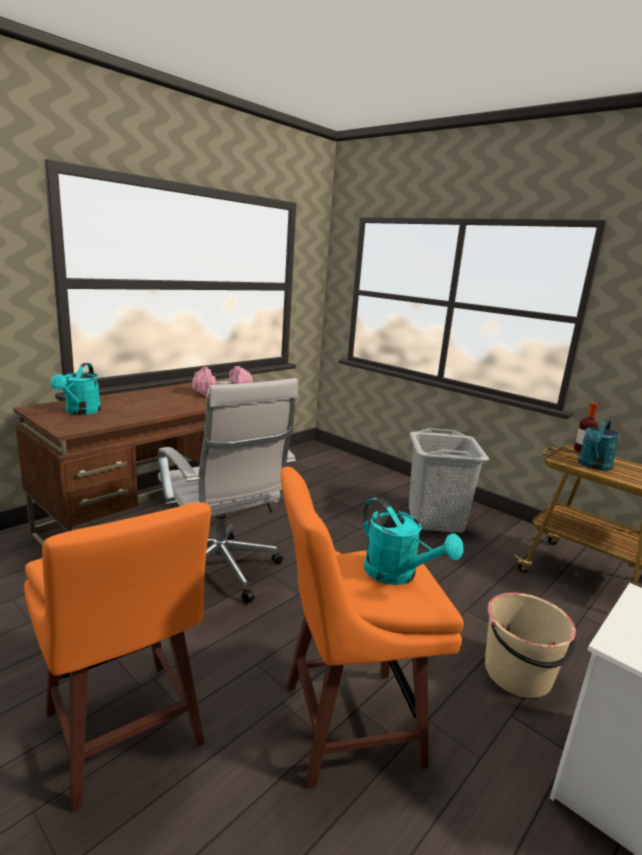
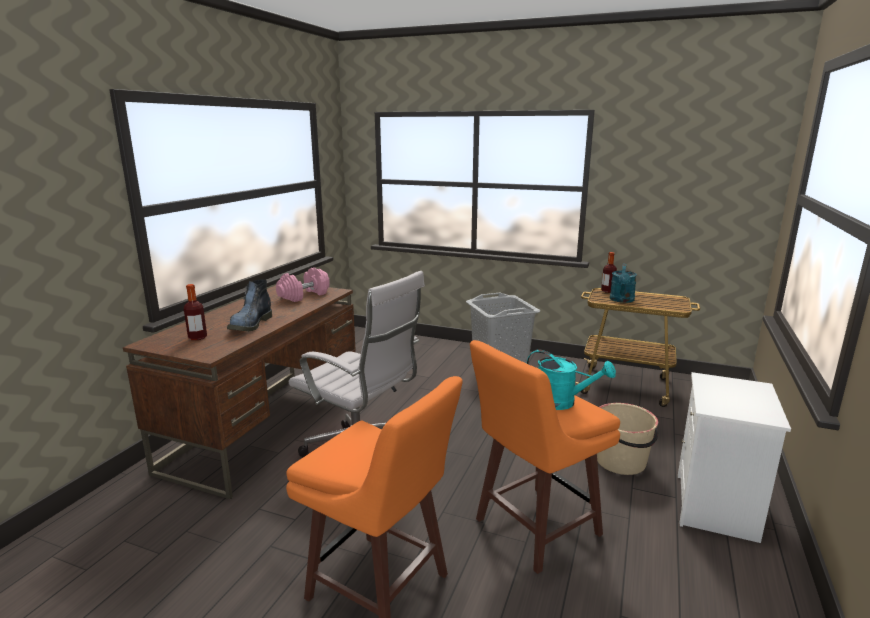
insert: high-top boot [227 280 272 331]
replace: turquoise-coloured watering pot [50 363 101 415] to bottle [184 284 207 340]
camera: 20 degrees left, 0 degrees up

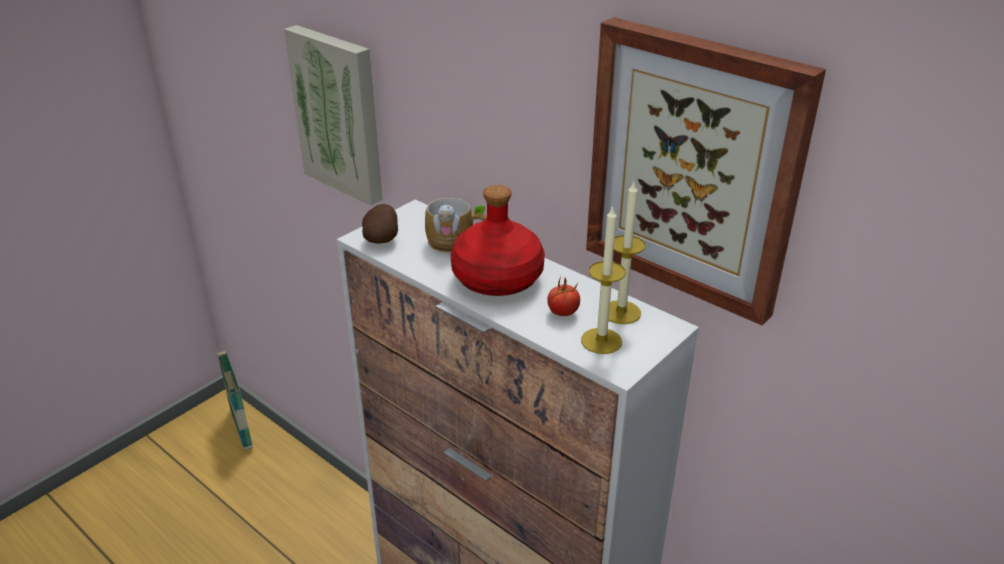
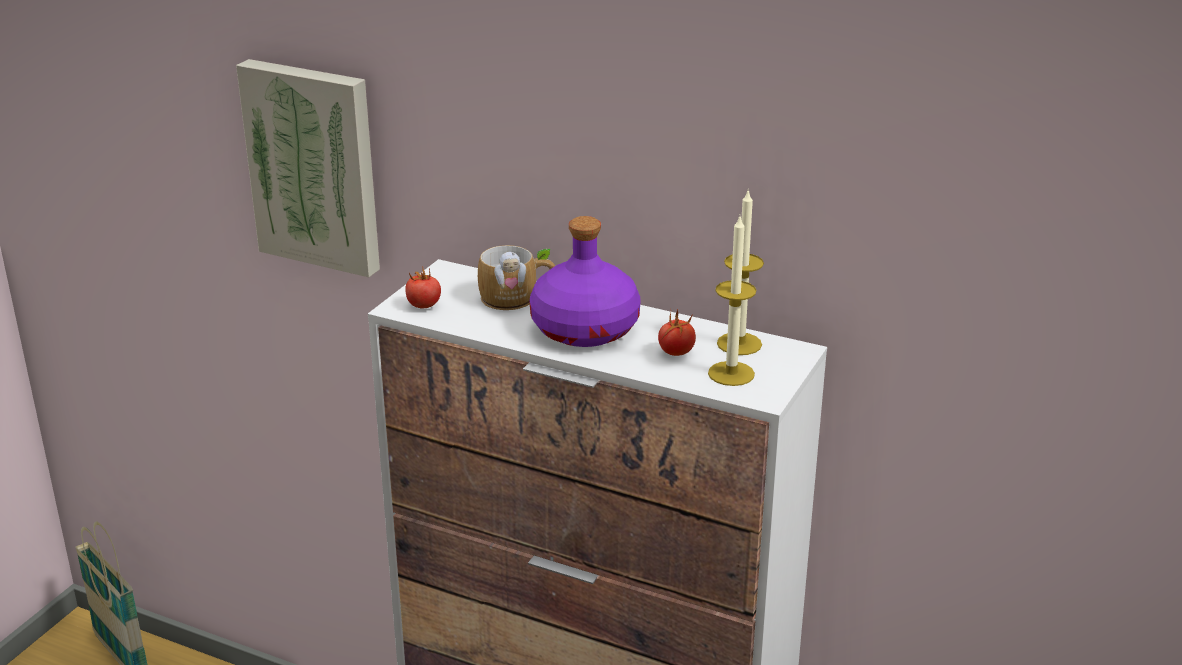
delete: picture [586 17 826 325]
replace: whole potato [362 204 398 244] to tomato [405 266 441 309]
recolor: red bottle [450 185 545 296] to purplish bottle [529 216 640 347]
camera: 15 degrees left, 5 degrees down

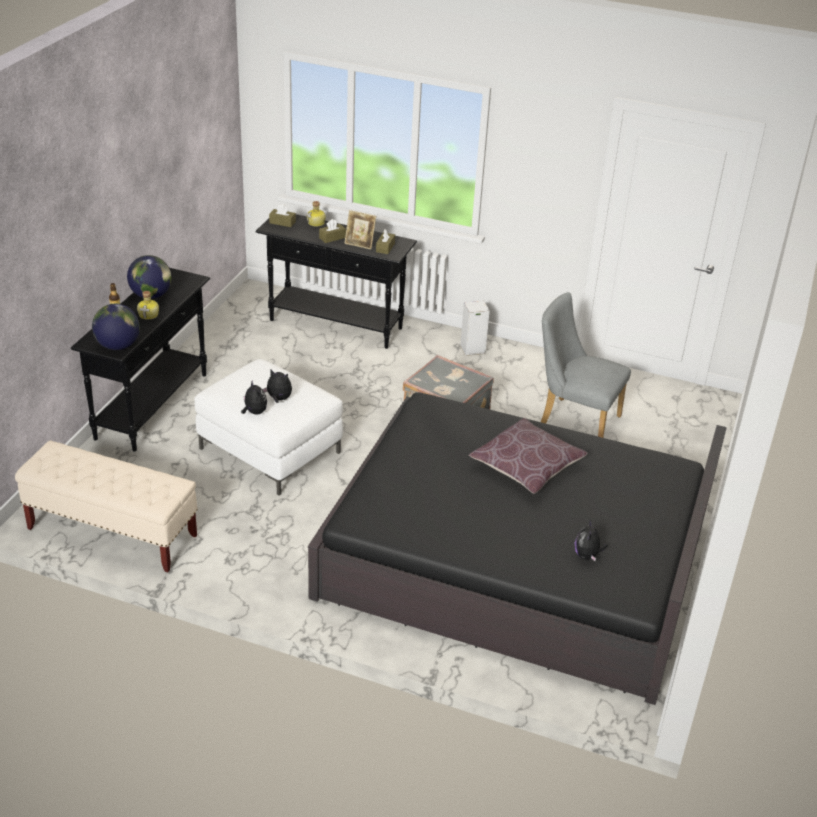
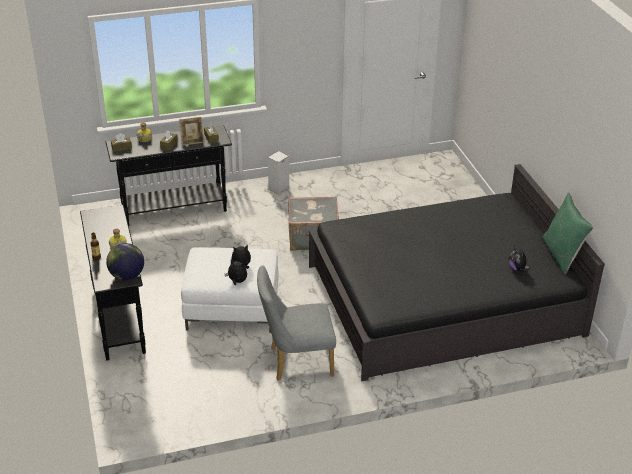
delete: world globe [127 255 172 299]; brown cushion [469 418 588 494]; sand-coloured bench [15 440 198 572]
insert: greenish cushion [543 193 593 274]
move: gray chair [541 292 631 438] to [257 265 336 381]
camera: 35 degrees left, 0 degrees up

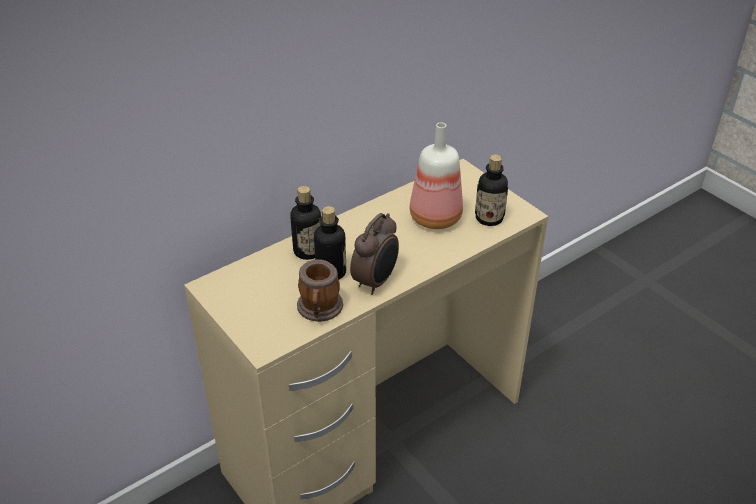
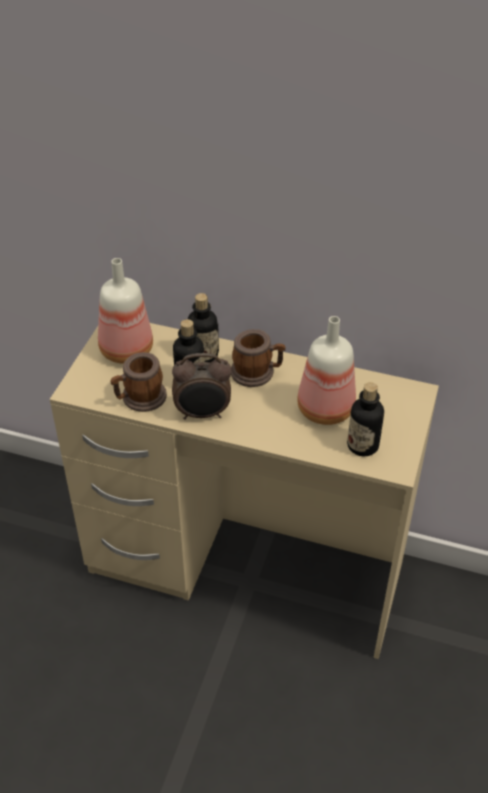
insert: bottle [98 258 153 364]; coffee mug [231 329 285 387]
camera: 55 degrees right, 5 degrees up

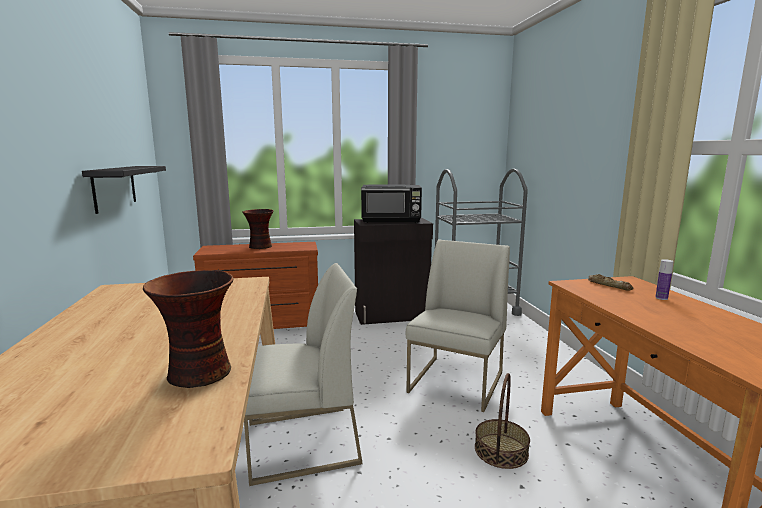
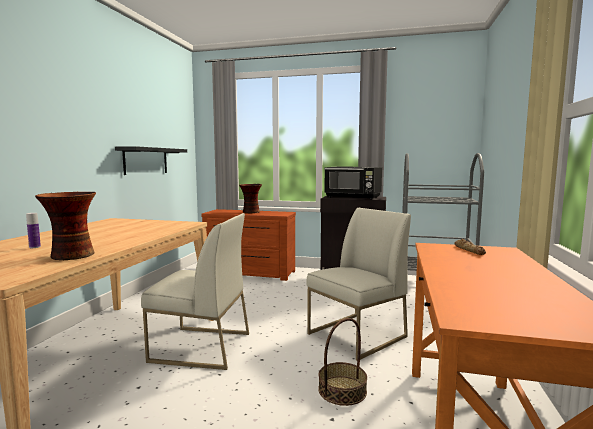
move: bottle [655 259 673 300] to [26 213 41 248]
camera: 25 degrees right, 5 degrees down

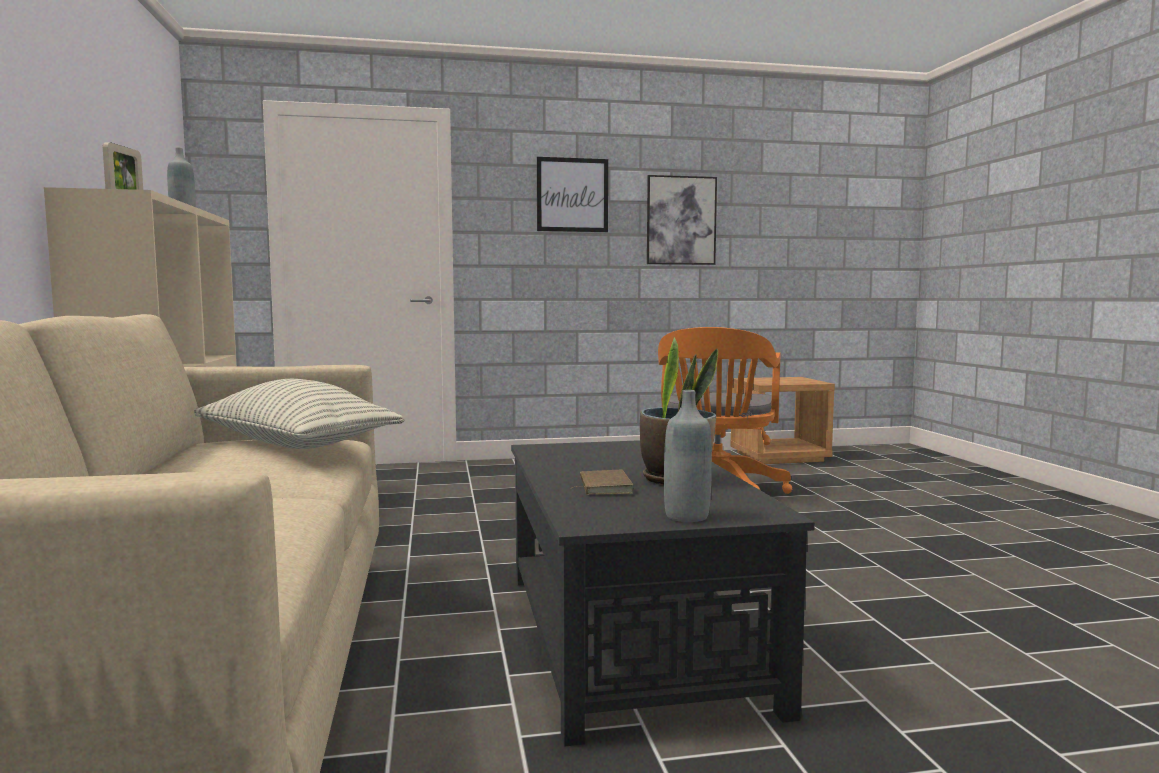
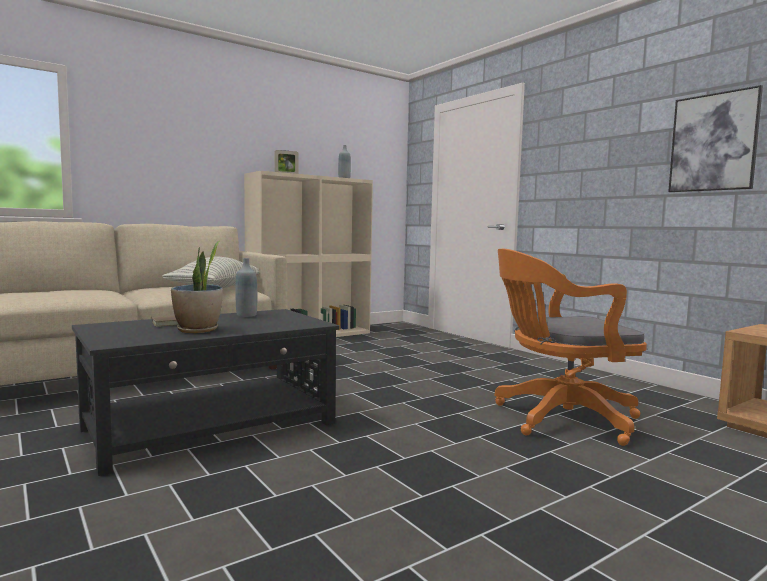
delete: picture [537 157 608 232]
move: gray bottle [664 390 712 522] to [235 258 257 317]
camera: 65 degrees right, 0 degrees up

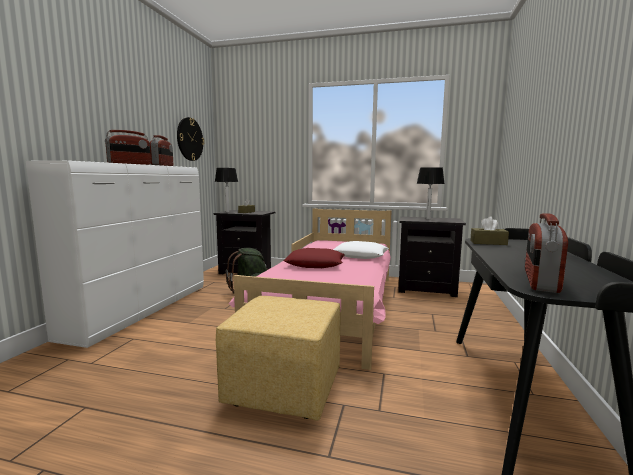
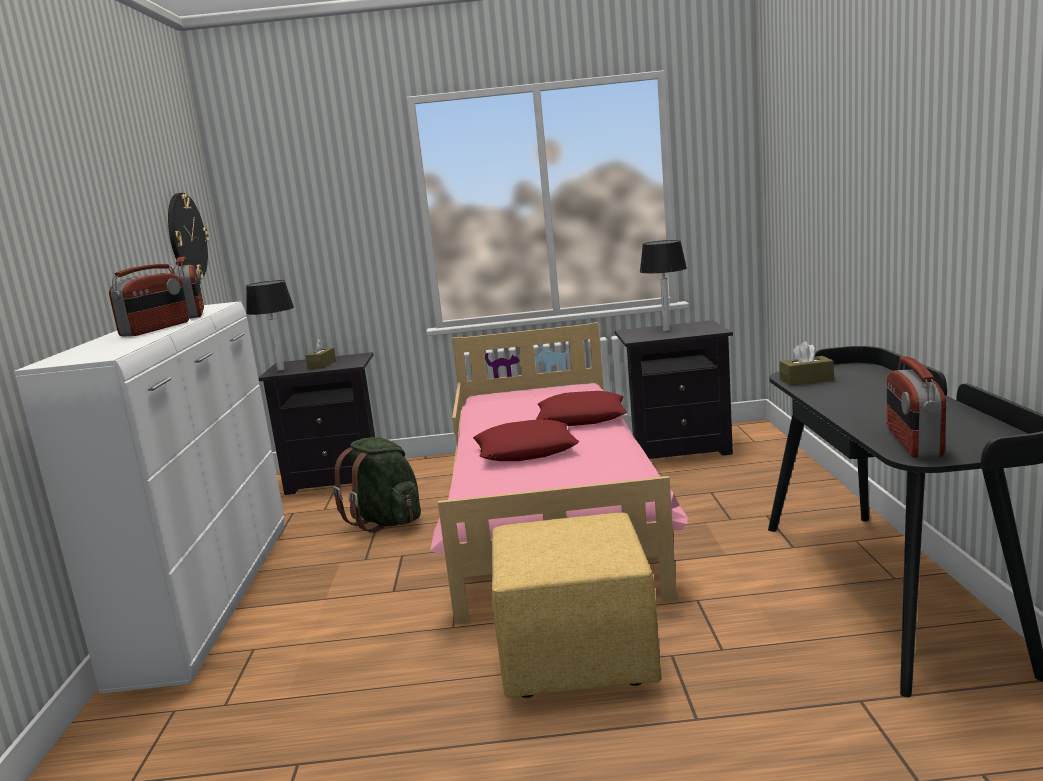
recolor: white-coloured cushion [333 241 389 259] to red cushion [536 391 627 426]
camera: 15 degrees left, 5 degrees up

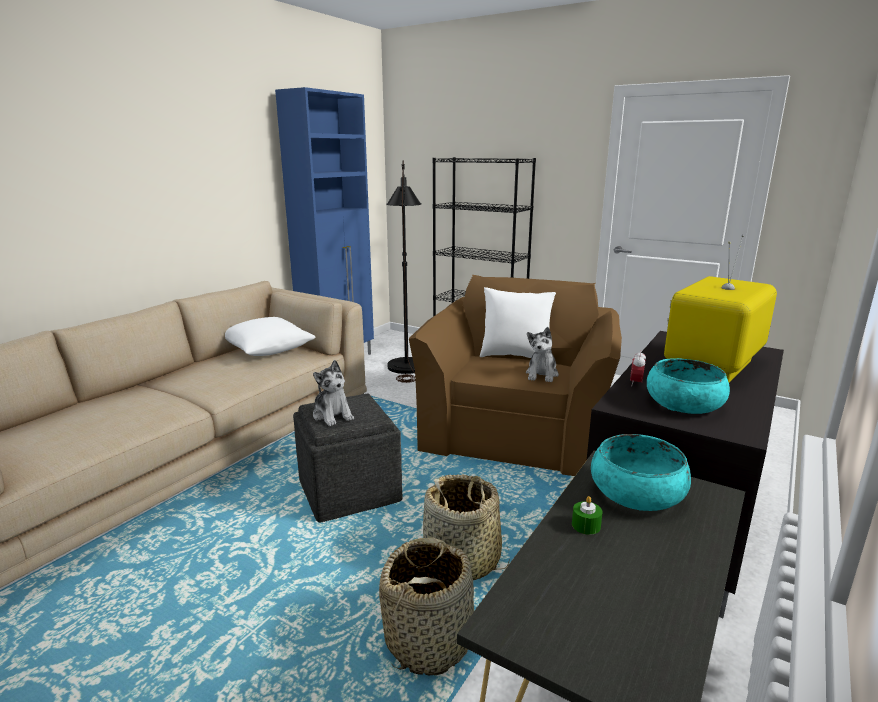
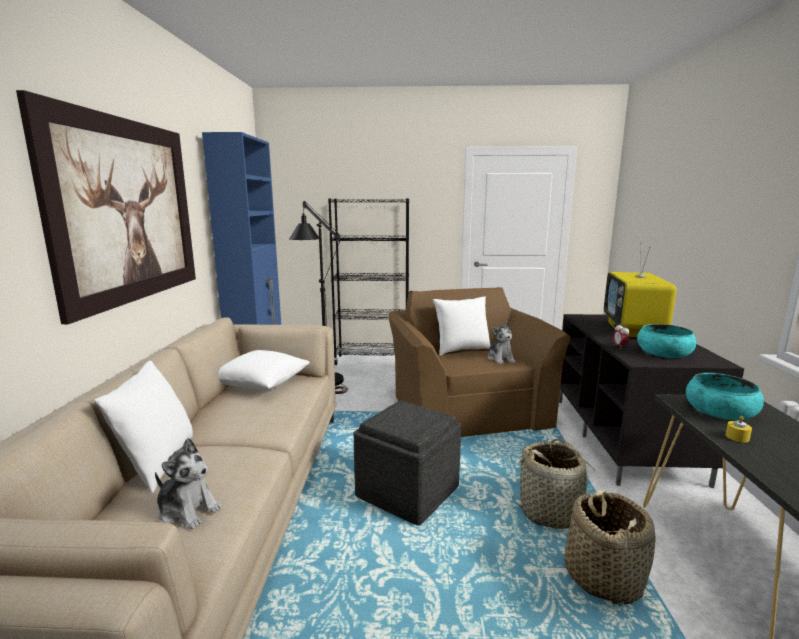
insert: picture [16 90 196 324]; white-coloured cushion [94 361 193 493]
move: plush toy [313 360 354 426] to [155 438 221 529]
recolor: greenish wax light [572 496 603 535] to yellow wax light [725 416 752 442]
camera: 30 degrees left, 5 degrees down

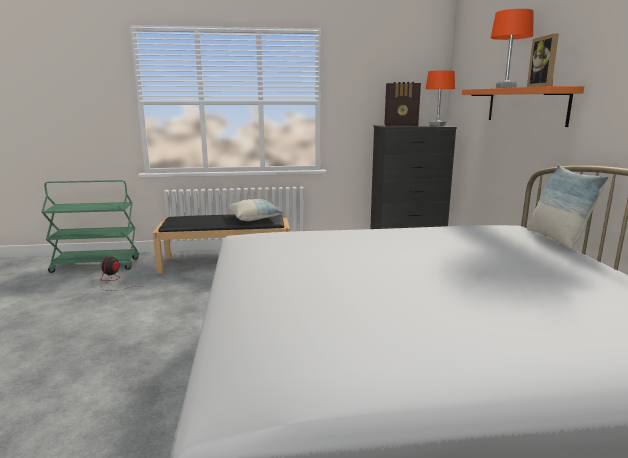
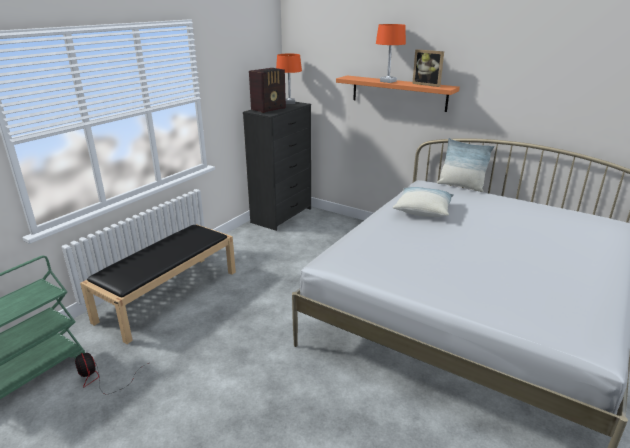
move: cushion [228 199 284 221] to [392 187 454 217]
camera: 50 degrees left, 10 degrees up

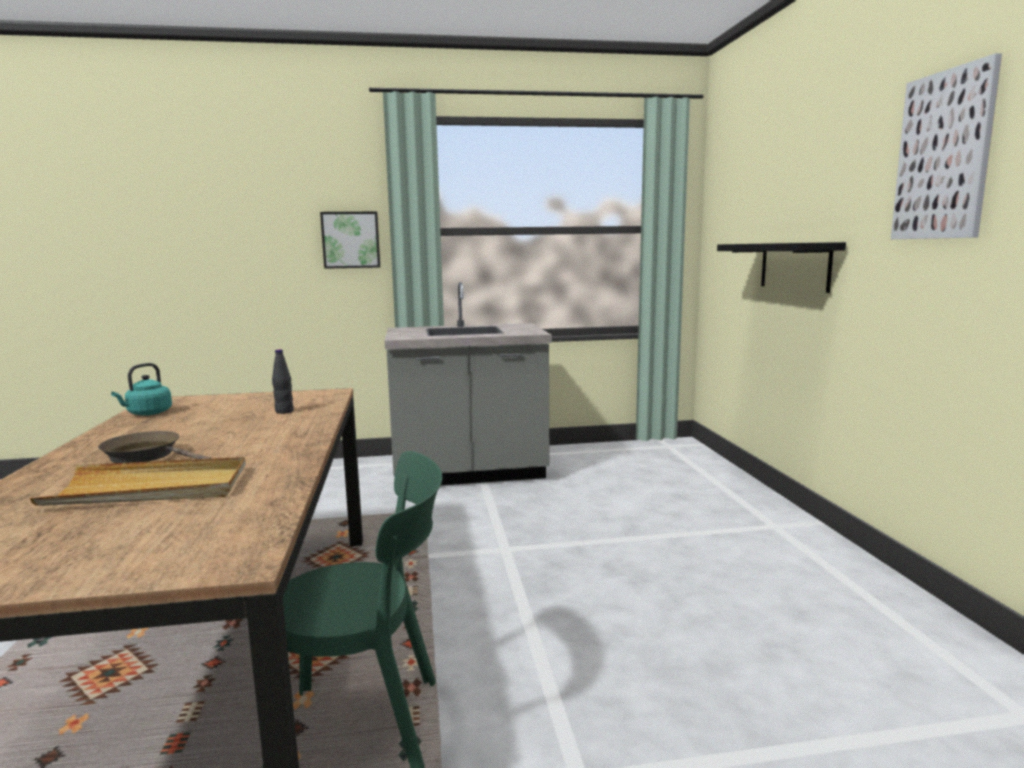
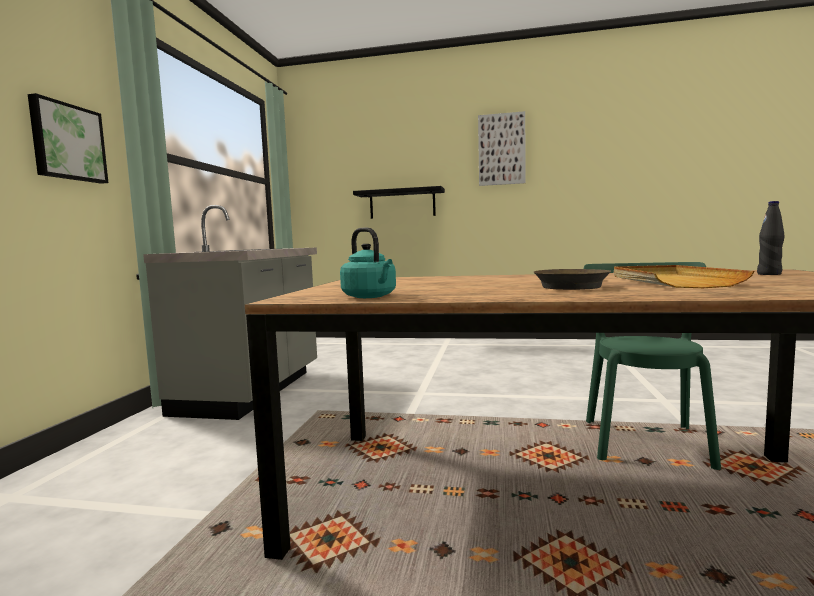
move: blackish bottle [272 349 294 414] to [757 201 785 275]
camera: 70 degrees left, 5 degrees down

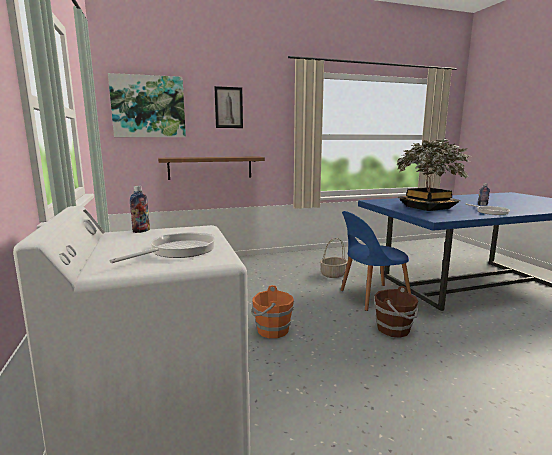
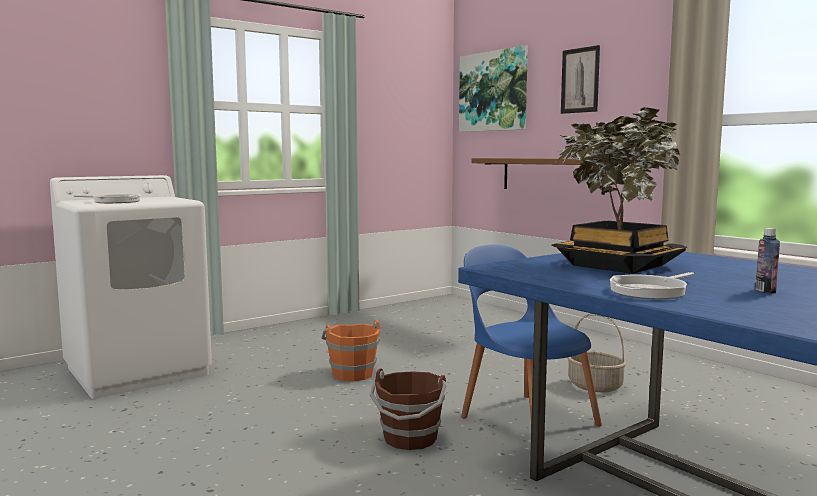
delete: bottle [130 186 150 233]
camera: 70 degrees right, 5 degrees down

